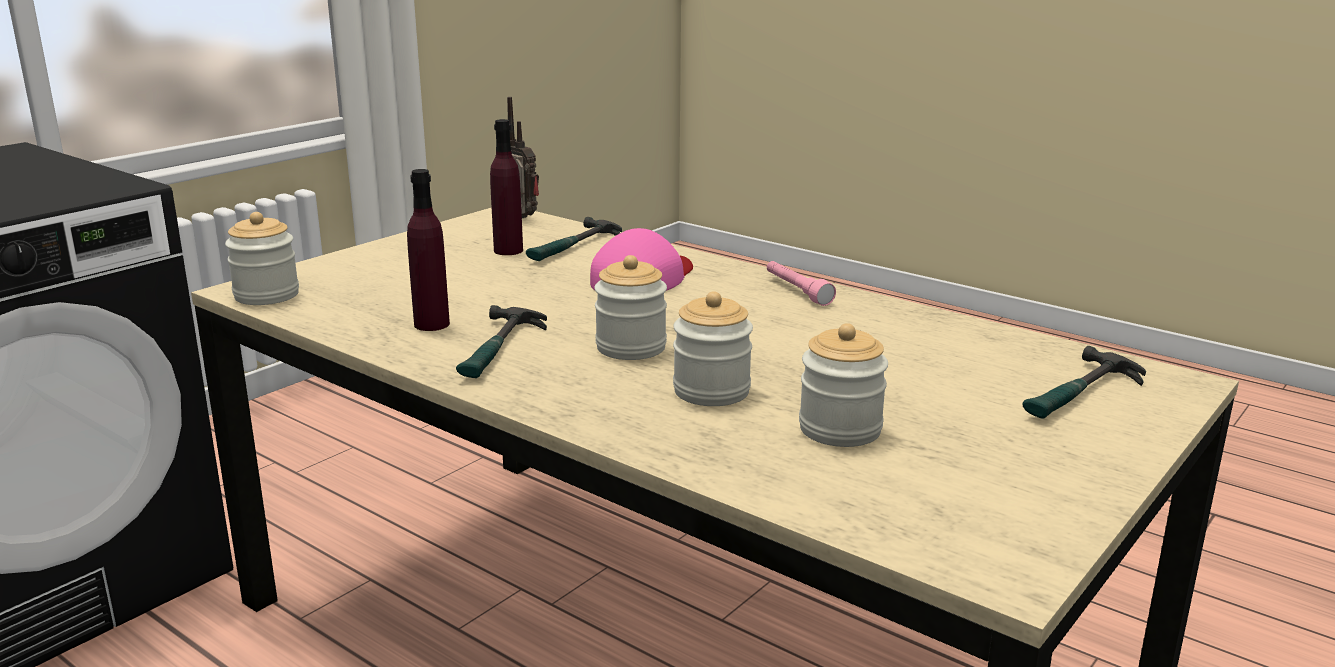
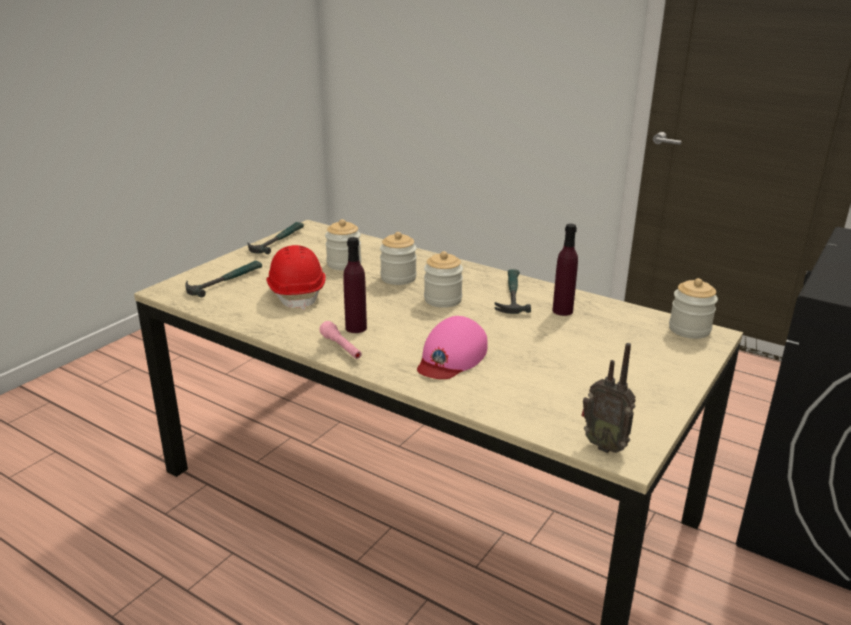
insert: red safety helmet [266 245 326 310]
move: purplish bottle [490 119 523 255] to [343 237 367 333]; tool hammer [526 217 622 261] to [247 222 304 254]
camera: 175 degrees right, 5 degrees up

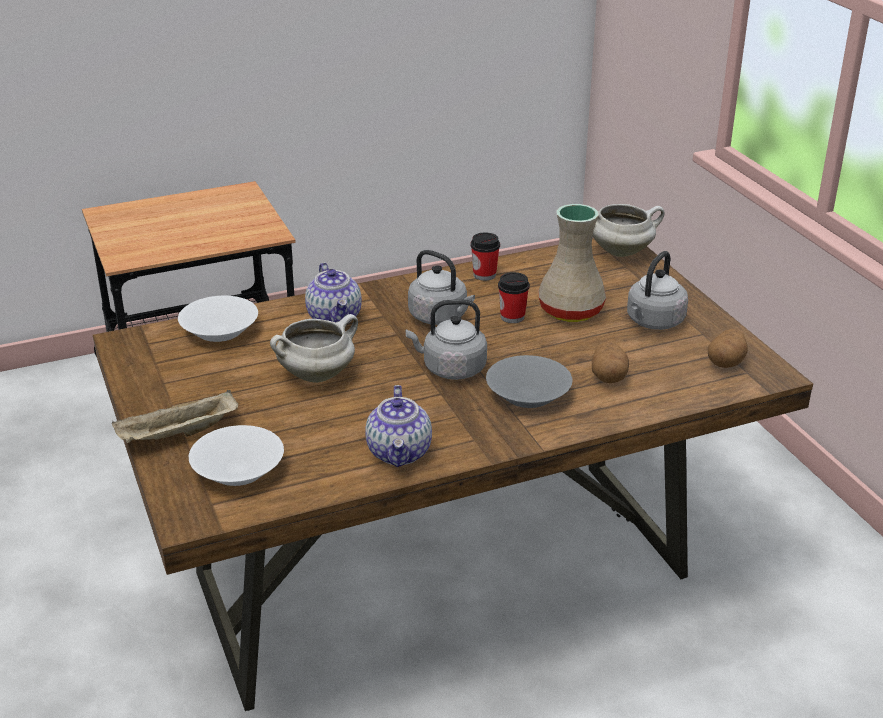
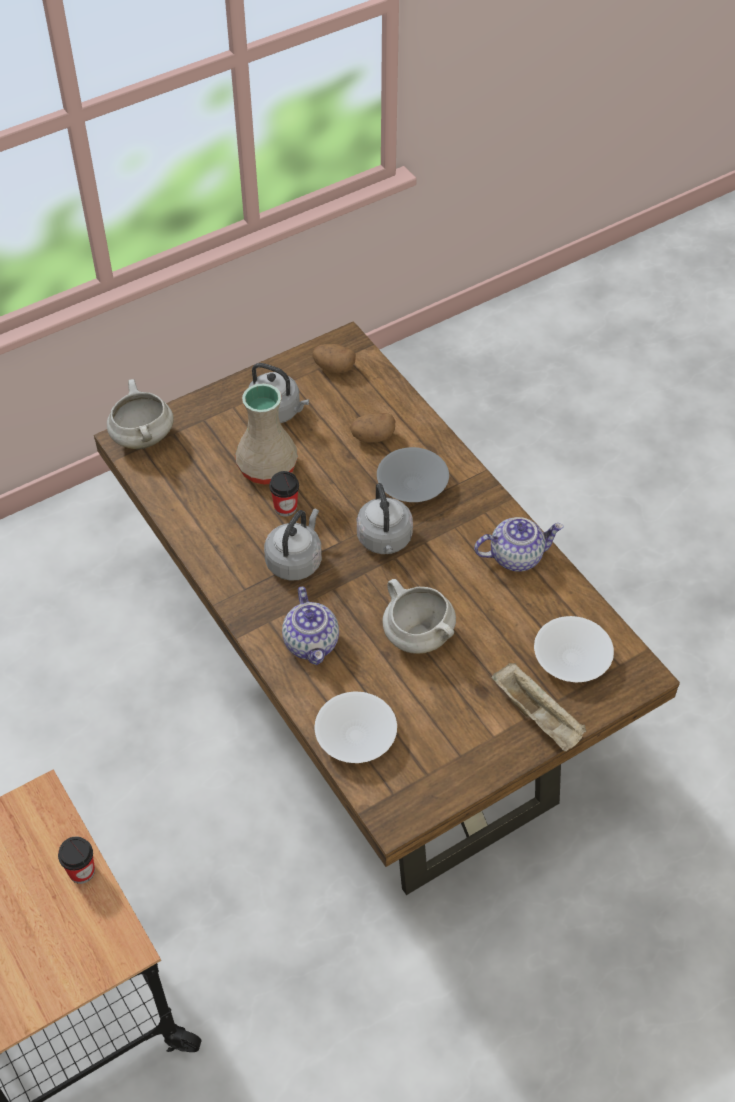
move: small cup [471 232 500 281] to [58 836 95 884]
rotate: pot for tea [305 263 362 323] = [282 587 339 665] 105 degrees clockwise
camera: 100 degrees left, 20 degrees up

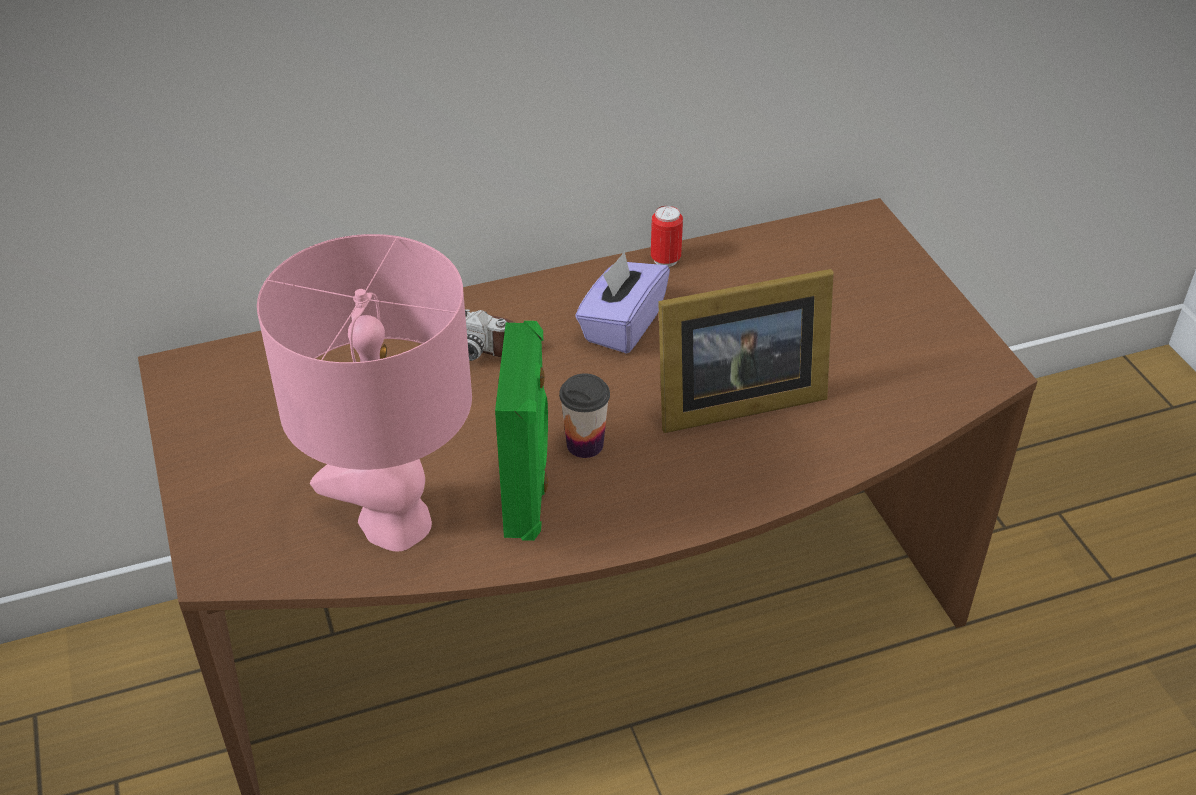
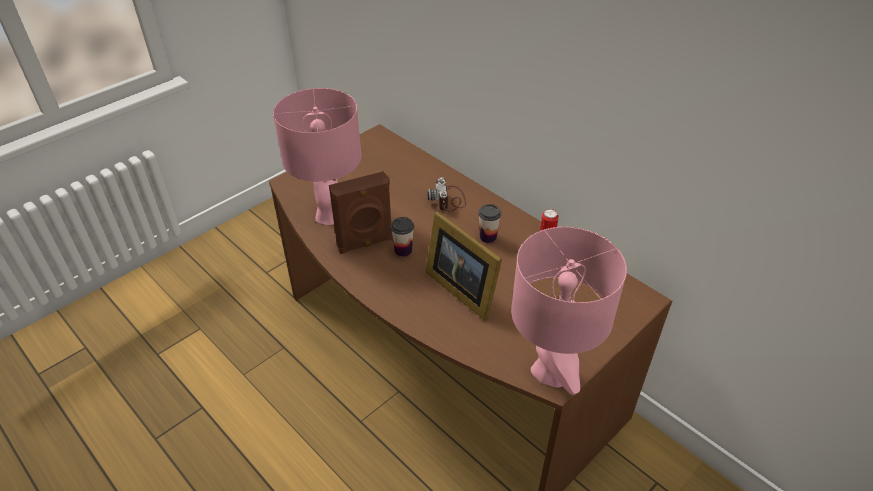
insert: pink-coloured lamp for a table [511 227 627 395]
replace: purplish box of tissues [575 251 670 354] to small cup [478 204 501 243]
recolor: greenish loudspeaker [495 321 548 541] to brown loudspeaker [329 171 393 254]
camera: 65 degrees right, 0 degrees up

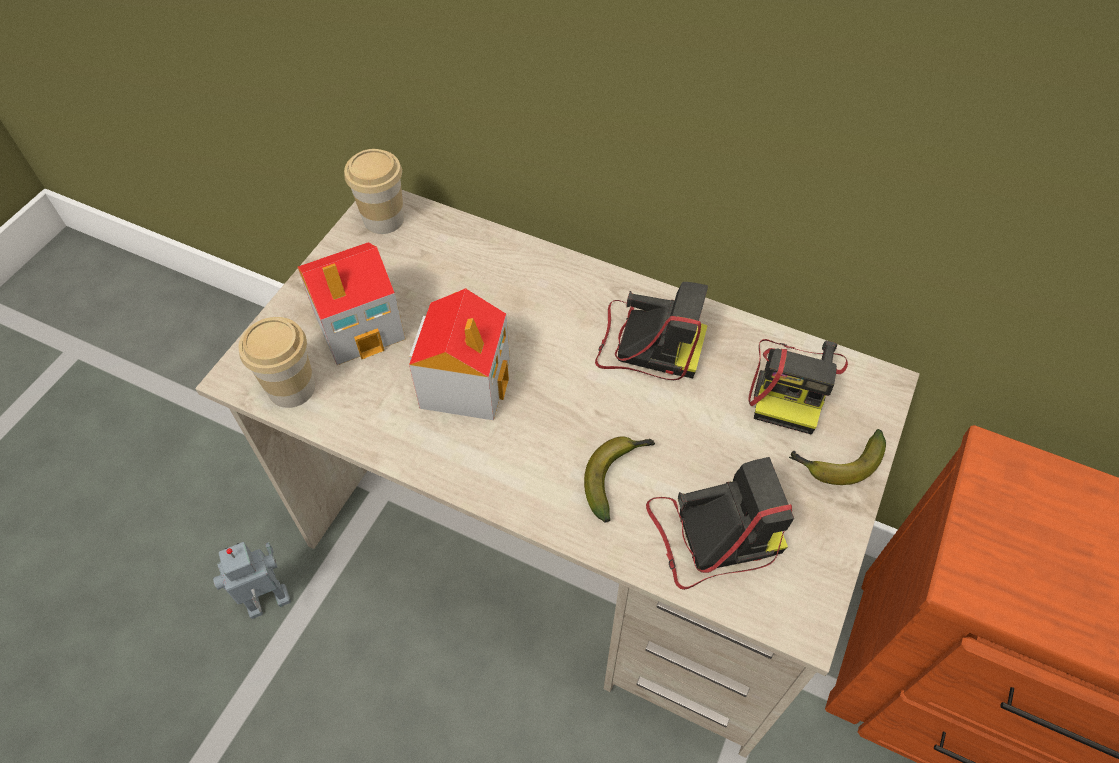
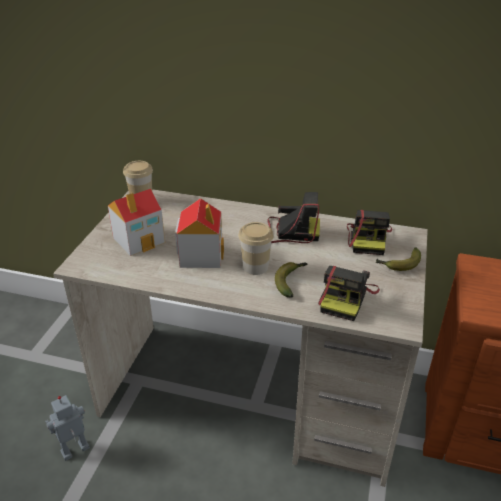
move: small cup [238 317 315 408] to [238 222 274 275]
rotate: photo camera [646 457 794 590] = [318 266 380 321] 135 degrees clockwise
camera: 10 degrees left, 20 degrees down

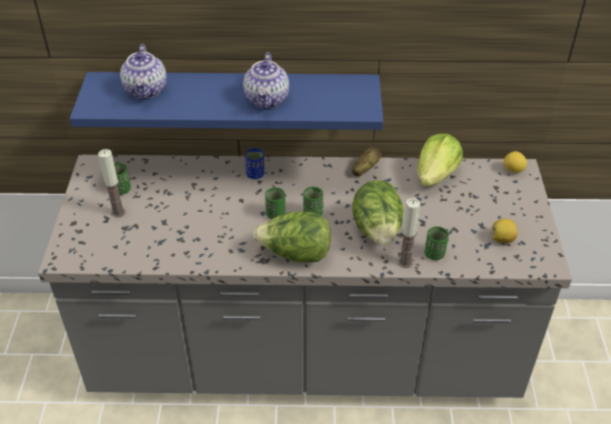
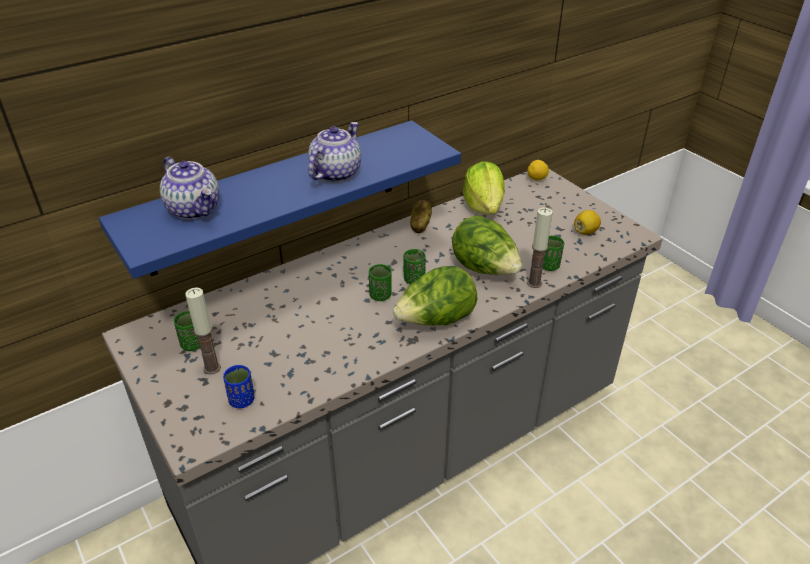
move: bluish small cup [245 148 264 179] to [223 365 254 408]
rotate: pot for tea [243 52 289 109] = [308 122 361 182] 120 degrees counterclockwise
camera: 35 degrees left, 5 degrees down

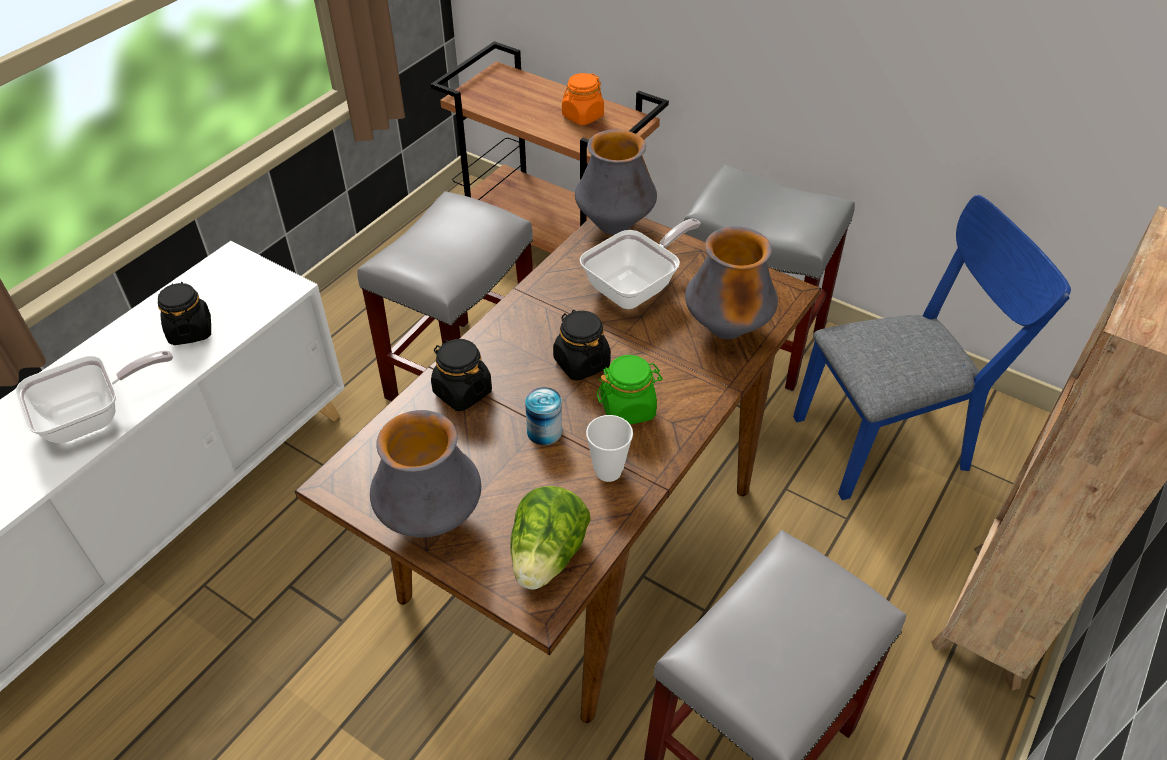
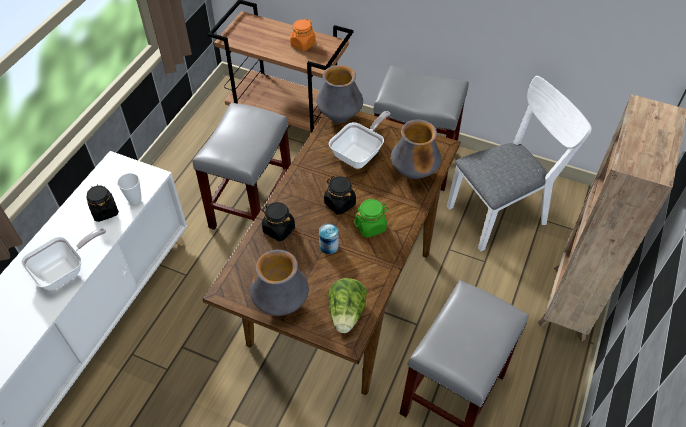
move: small cup [586 415 633 482] to [117 173 141 205]
recolor: bluish chair [793 195 1071 500] to white-coloured chair [447 76 592 251]
camera: 10 degrees left, 5 degrees up

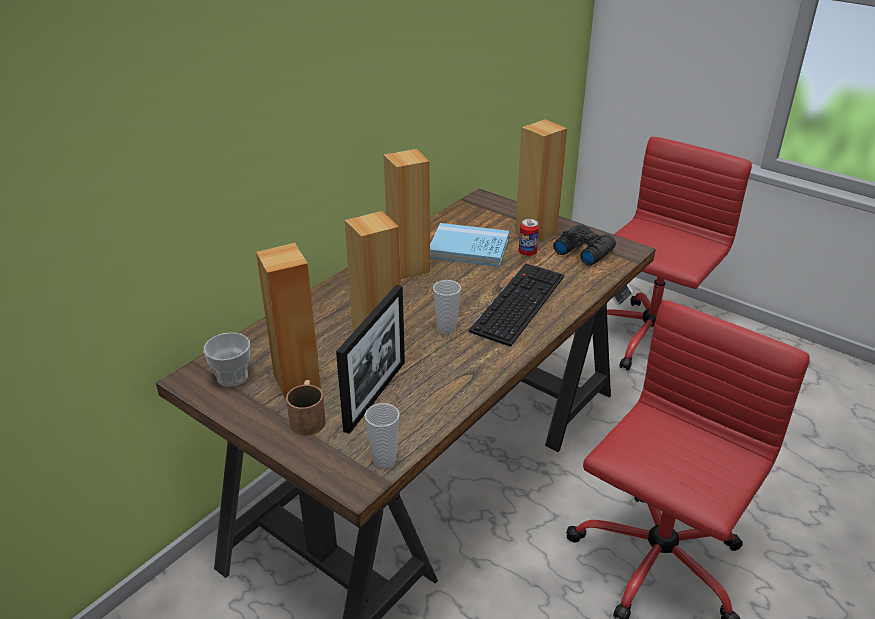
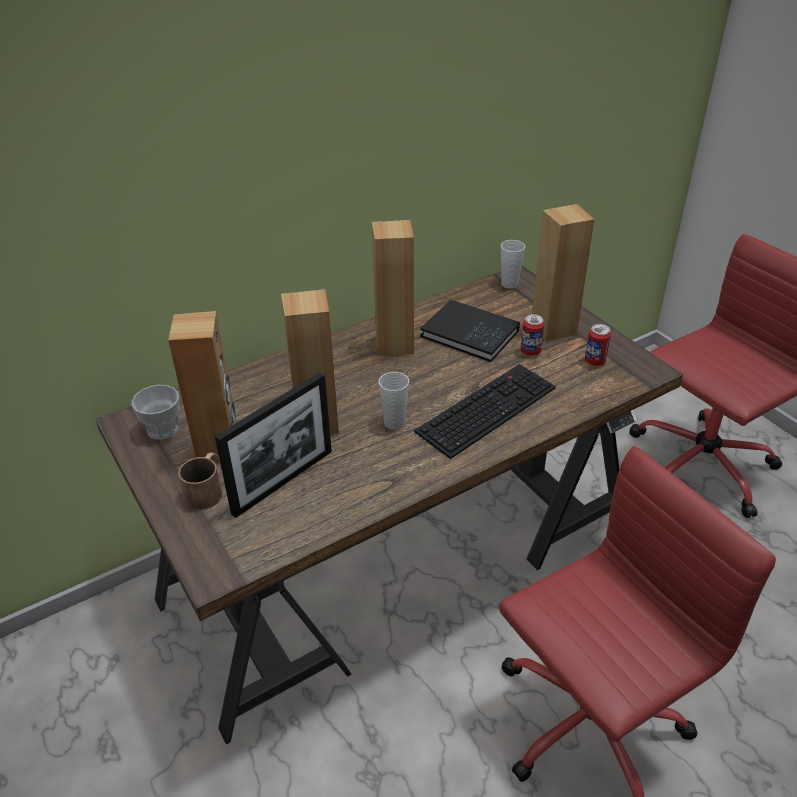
move: small cup [365 403 400 468] to [501 240 525 289]
replace: blackish pair of binoculars [553 225 616 266] to sealed can [585 324 611 366]
recolor: bluish volume [430 223 509 267] to blackish volume [420 300 520 362]
camera: 20 degrees right, 5 degrees up

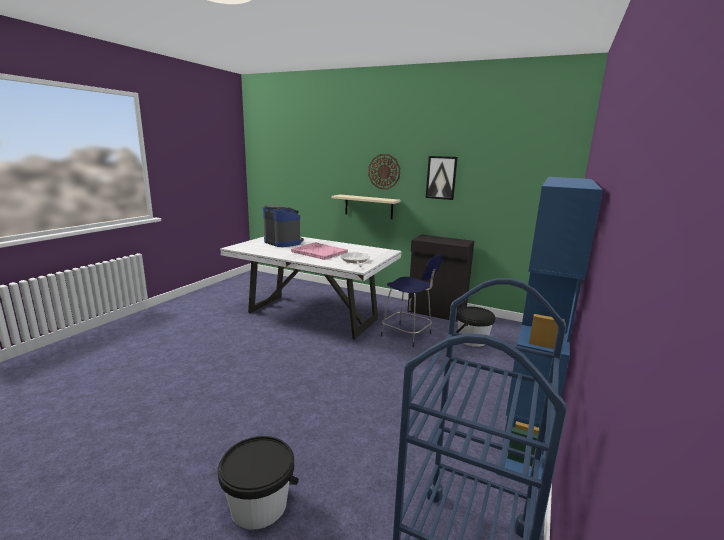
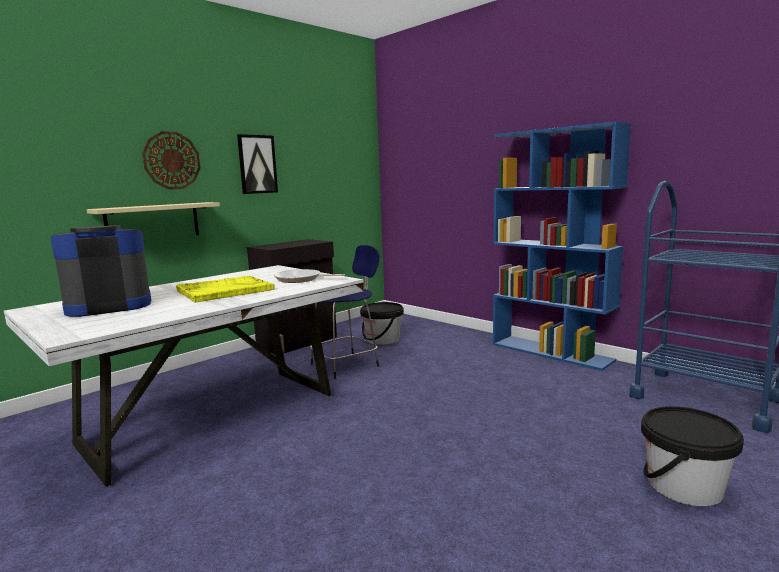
recolor: pink-coloured carrying tray [291 242 348 260] to yellow carrying tray [176 276 275 303]
camera: 70 degrees left, 5 degrees down

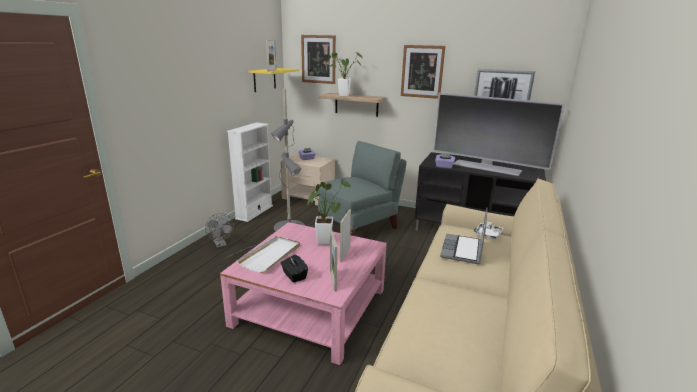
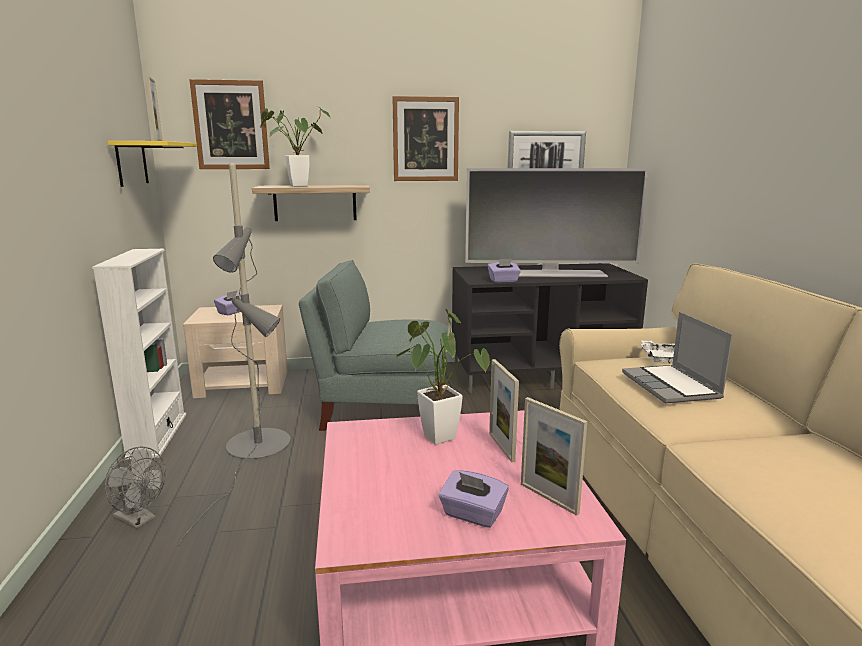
delete: white-coloured carrying tray [237 236 300 273]
recolor: blackish box of tissues [281 255 308 283] to purplish box of tissues [439 470 509 528]
rotate: gray lounge chair [317 141 407 236] = [299 260 448 431] 105 degrees counterclockwise
camera: 30 degrees left, 5 degrees down

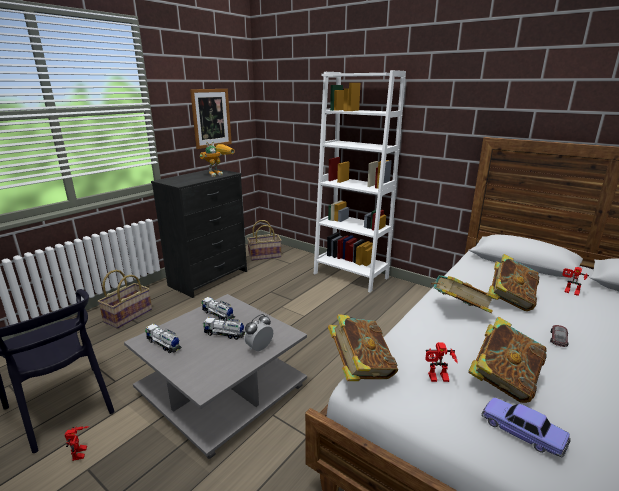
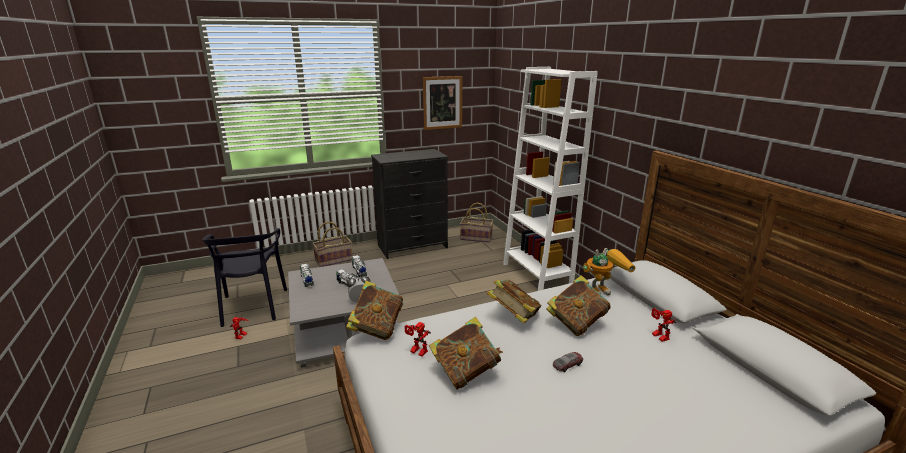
delete: miniature car [481 398 571 458]
move: robot figure [200 141 235 177] to [583 248 635 295]
camera: 30 degrees right, 0 degrees up

